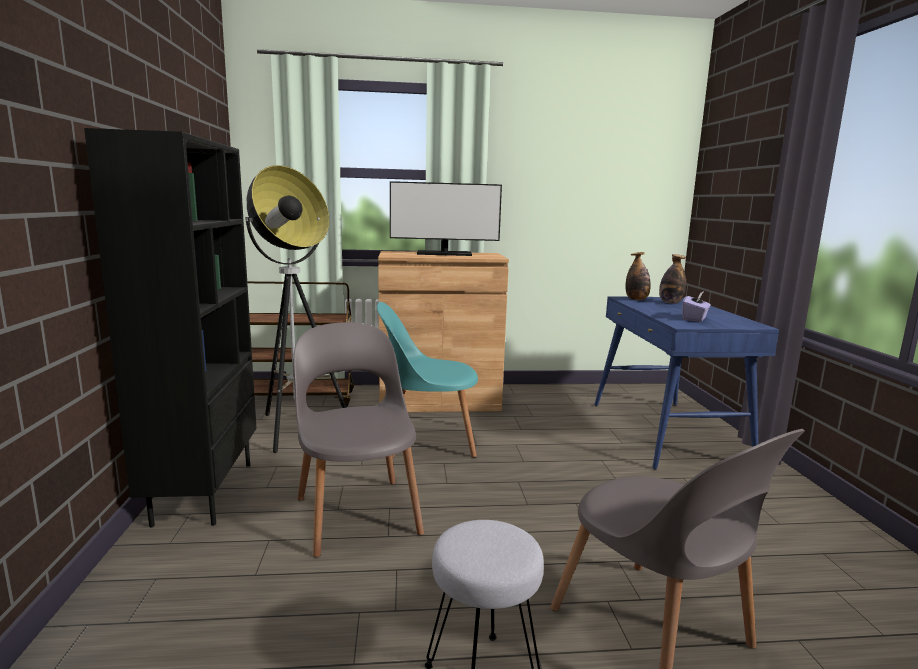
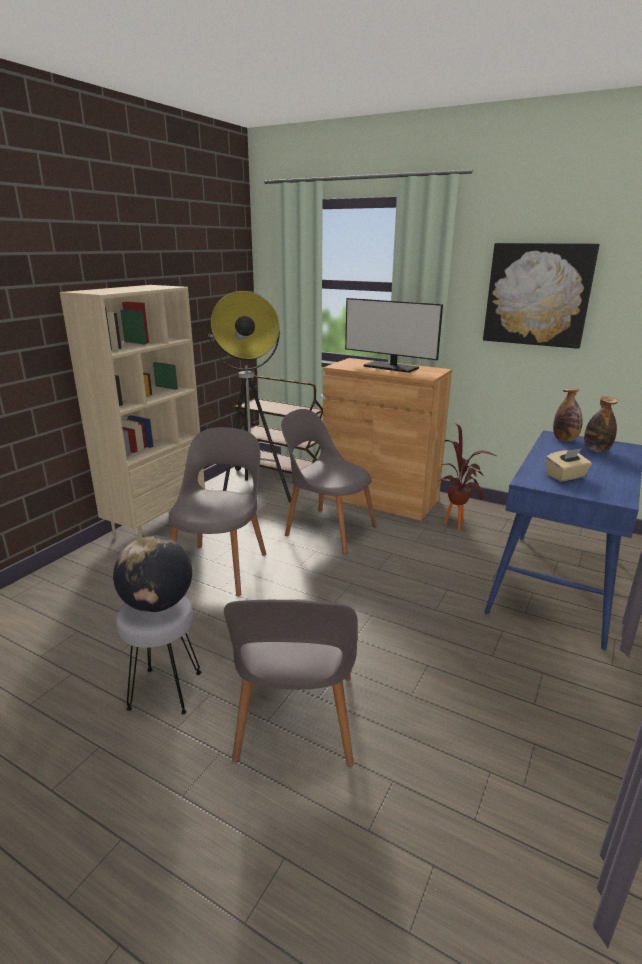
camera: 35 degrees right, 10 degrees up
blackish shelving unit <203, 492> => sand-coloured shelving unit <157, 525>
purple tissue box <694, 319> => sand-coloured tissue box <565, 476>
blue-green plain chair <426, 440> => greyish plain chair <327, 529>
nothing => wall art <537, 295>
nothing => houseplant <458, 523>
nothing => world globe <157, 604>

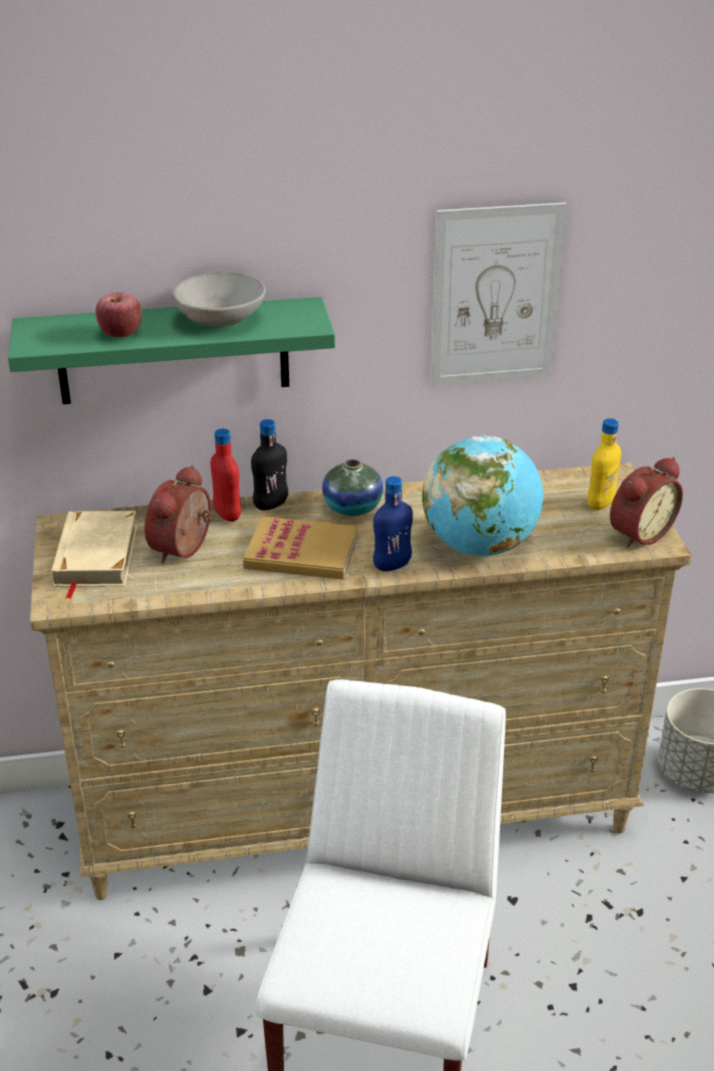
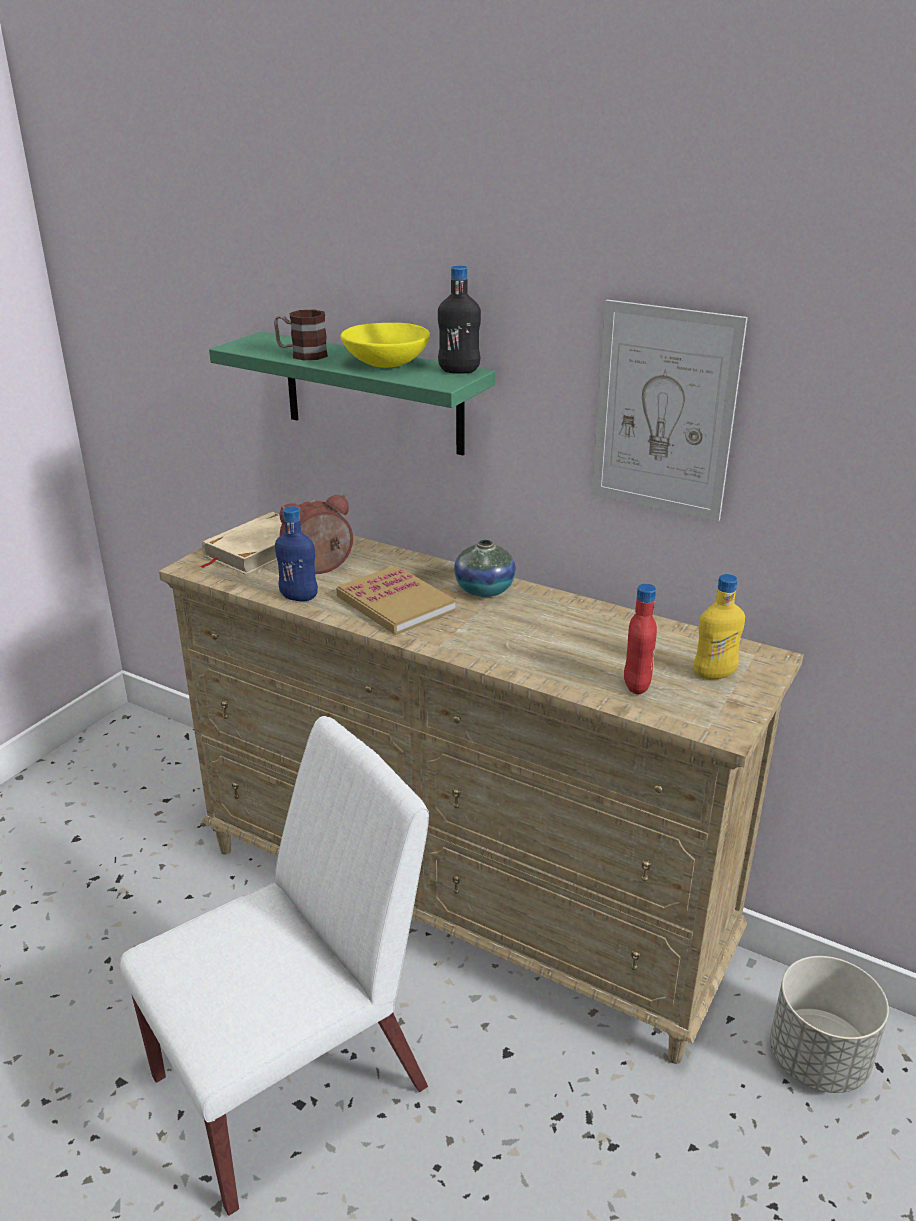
camera: 40 degrees right, 5 degrees down
greyish serving bowl <220, 320> => yellowish serving bowl <386, 364>
whole apple <121, 334> => coffee mug <302, 355>
blackish beverage bottle <270, 505> => blackish beverage bottle <459, 371>, moved
red beverage bottle <227, 515> => red beverage bottle <636, 685>, moved
world globe <480, 546> => nothing
bedside clock <638, 533> => nothing
blue beverage bottle <392, 565> => blue beverage bottle <299, 597>, moved

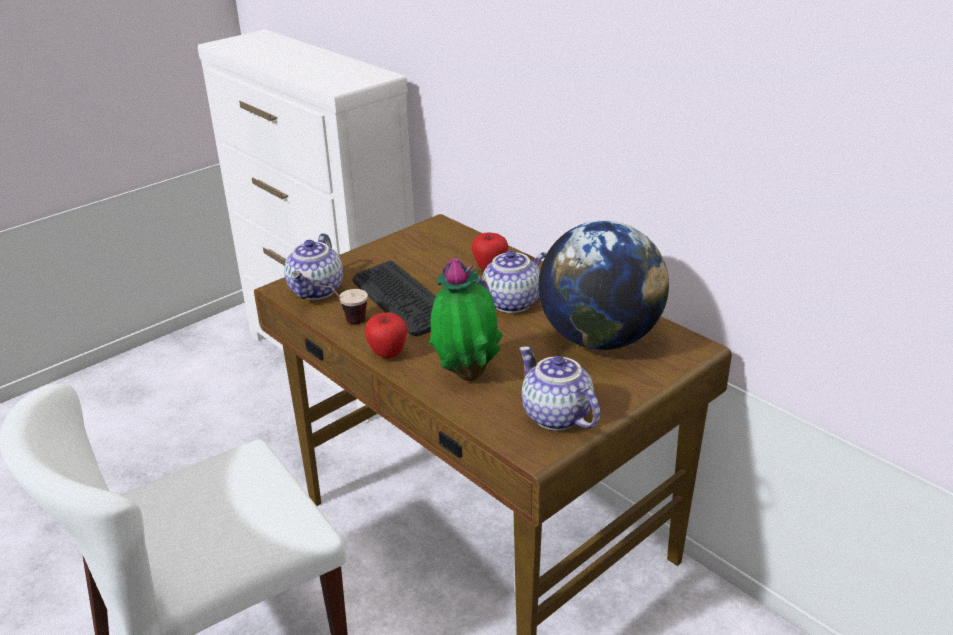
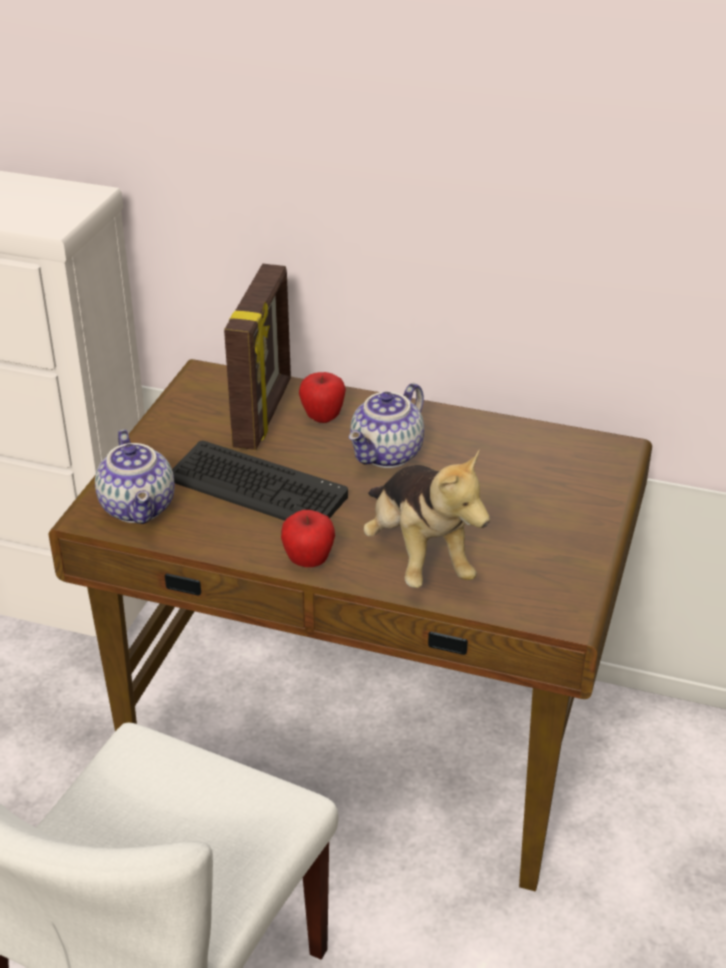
camera: 30 degrees left, 5 degrees up
world globe <599, 339> => nothing
houseplant <466, 374> => soft toy <418, 556>
cup <344, 322> => nothing
pot for tea <554, 416> => nothing
nothing => picture frame <264, 414>

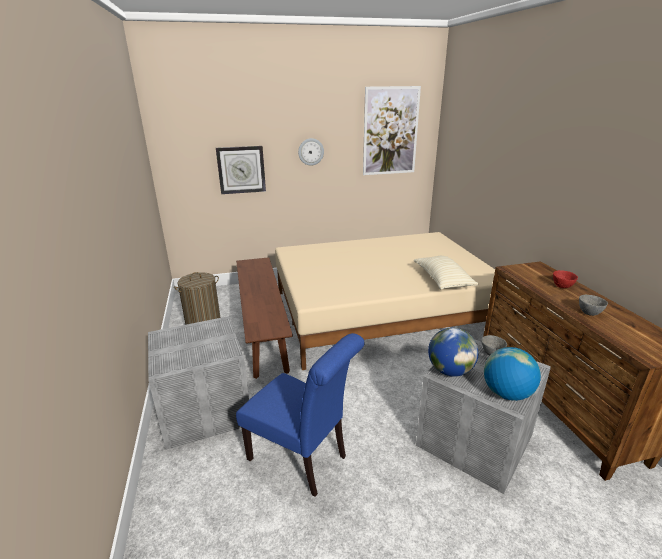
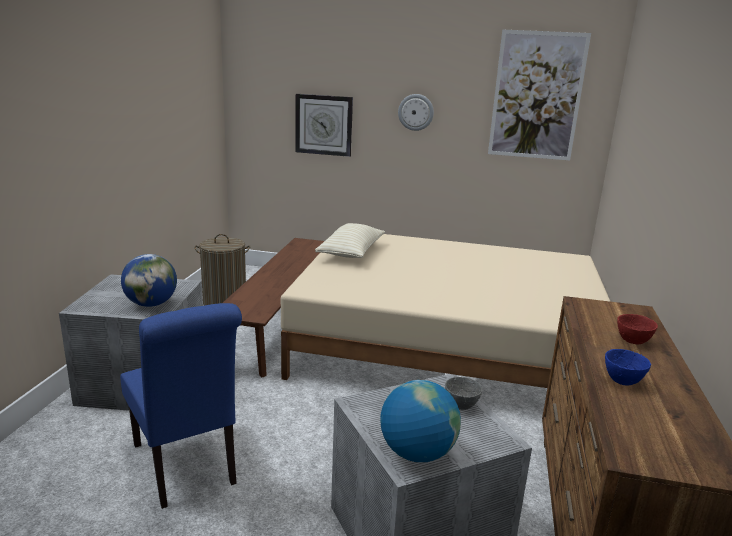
camera: 25 degrees right, 5 degrees down
sand-coloured throw pillow <443, 280> => sand-coloured throw pillow <351, 252>, moved
greyish serving bowl <588, 313> => blue serving bowl <621, 381>
world globe <450, 371> => world globe <151, 304>, moved

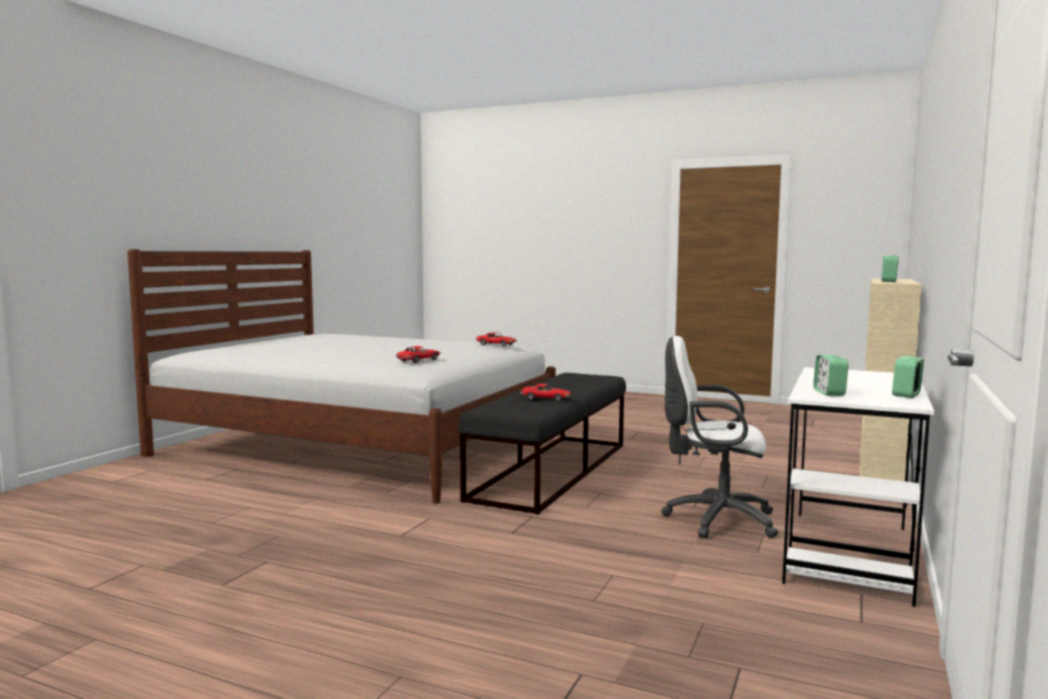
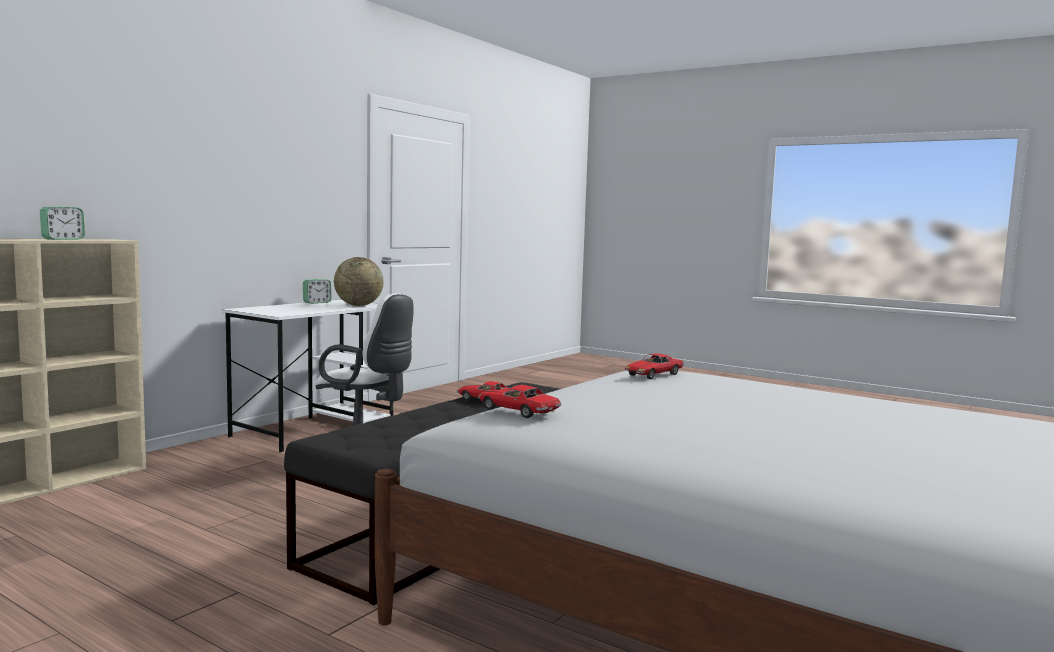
camera: 170 degrees left, 0 degrees up
bedside clock <829, 393> => world globe <358, 305>

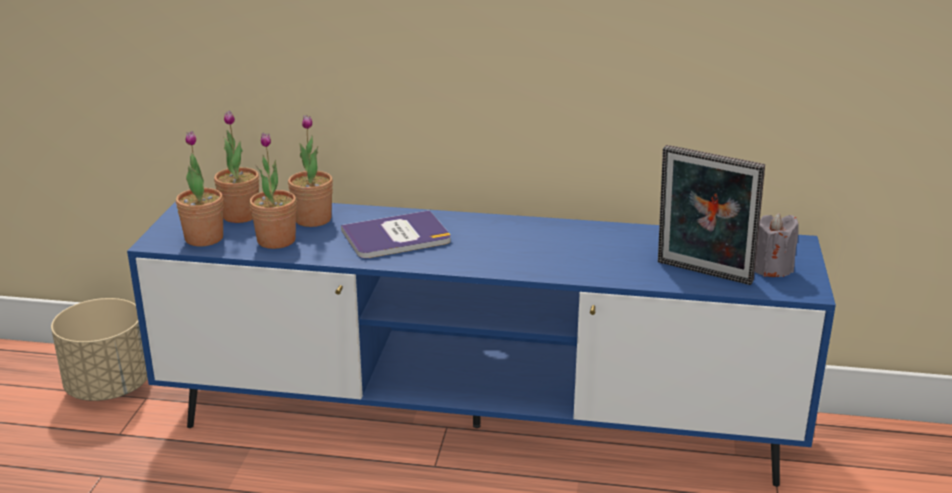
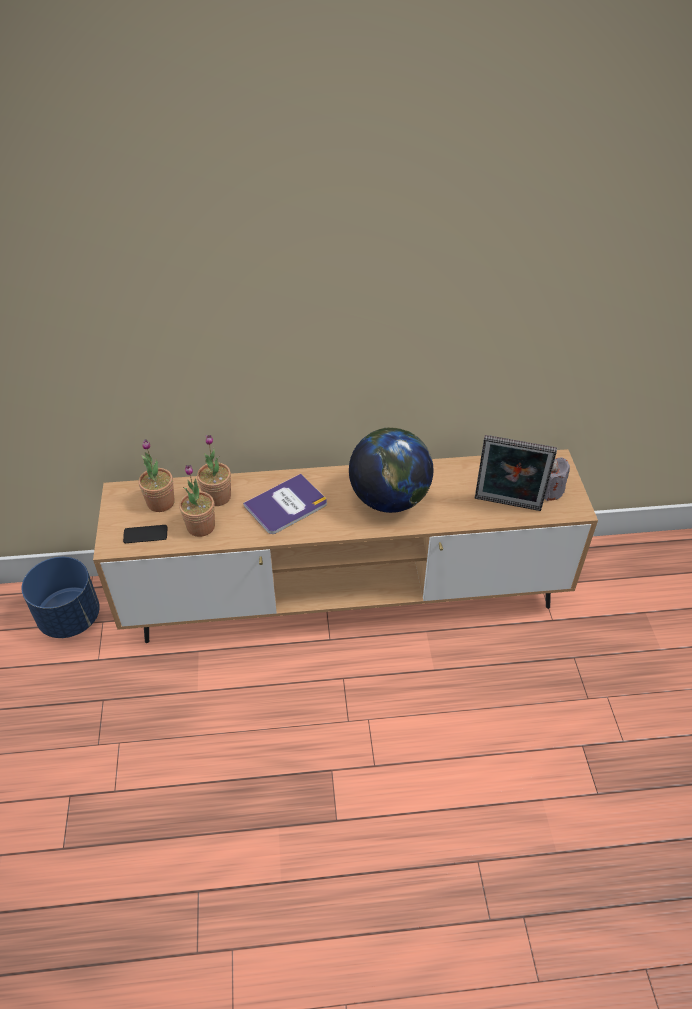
camera: 15 degrees left, 20 degrees up
houseplant <204, 238> => handset <145, 534>
blue tv stand <476, 426> => brownish tv stand <345, 598>
sand-coloured planter <109, 387> => blue planter <70, 617>
nothing => world globe <389, 499>

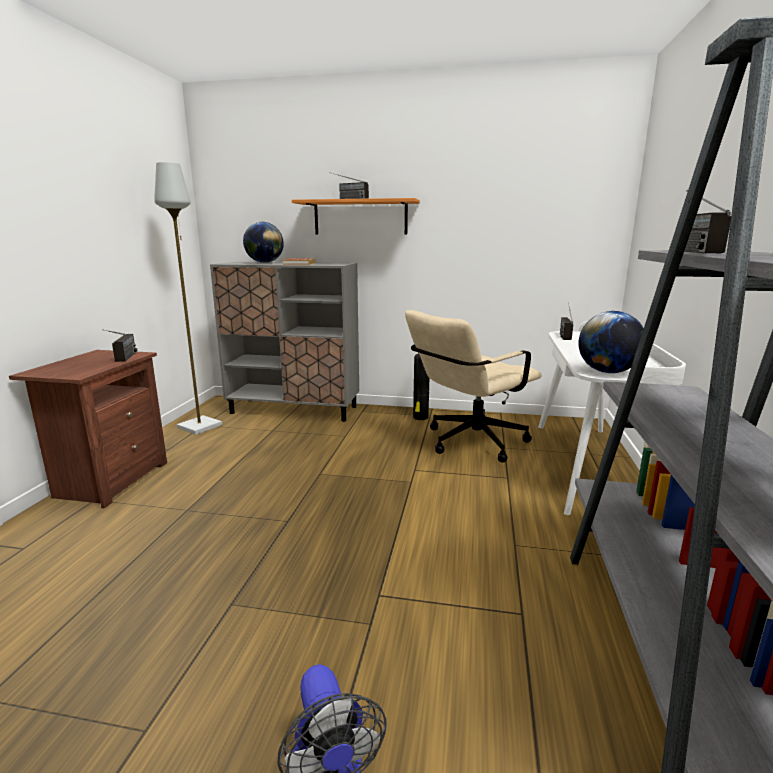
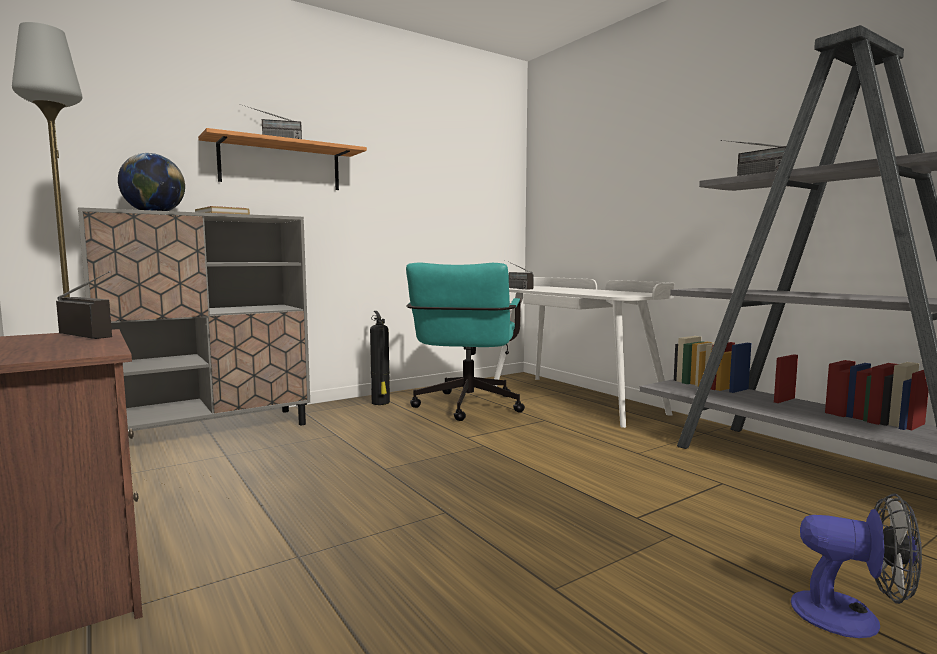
camera: 45 degrees left, 10 degrees down
sand-coloured computer chair <468, 443> => blue-green computer chair <466, 408>
world globe <607, 372> => nothing

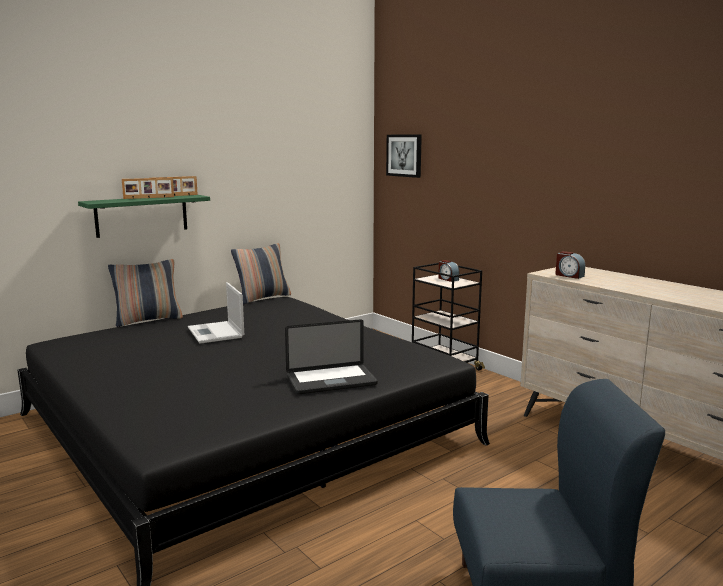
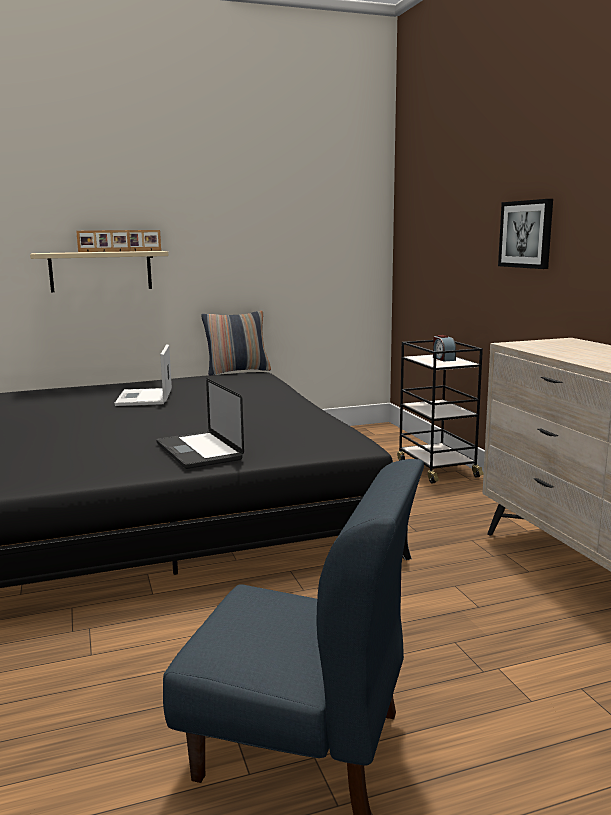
camera: 20 degrees right, 0 degrees up
wall art <404, 155> => wall art <526, 234>, moved
green-coloured bracket shelf <142, 215> => sand-coloured bracket shelf <101, 271>
bedside clock <569, 275> => nothing
throw pillow <148, 320> => nothing
notebook computer <331, 381> => notebook computer <199, 451>, 60 degrees clockwise

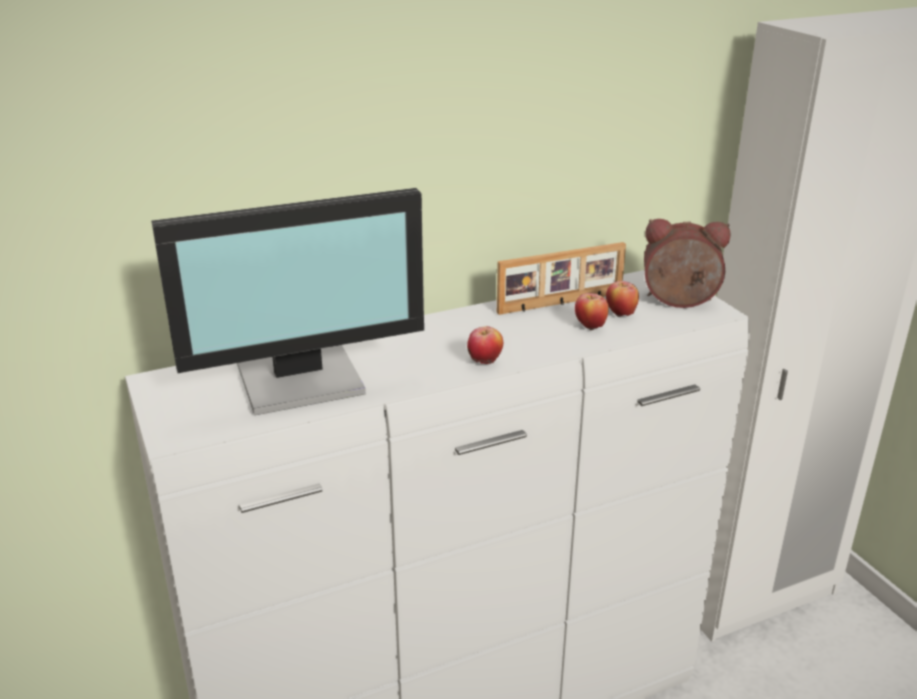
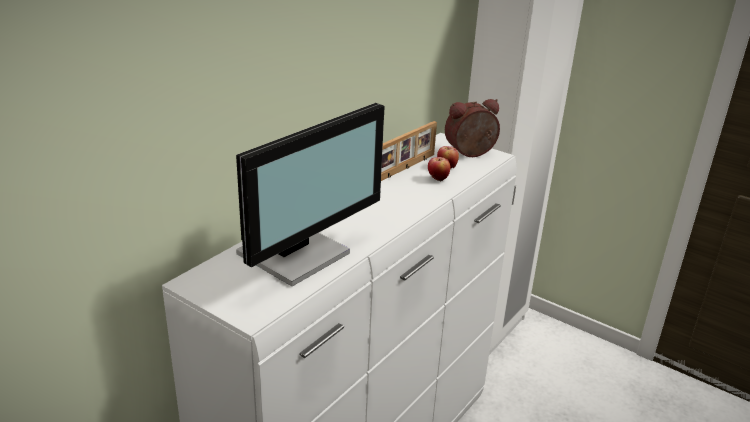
camera: 30 degrees left, 0 degrees up
whole apple <484, 362> => nothing

